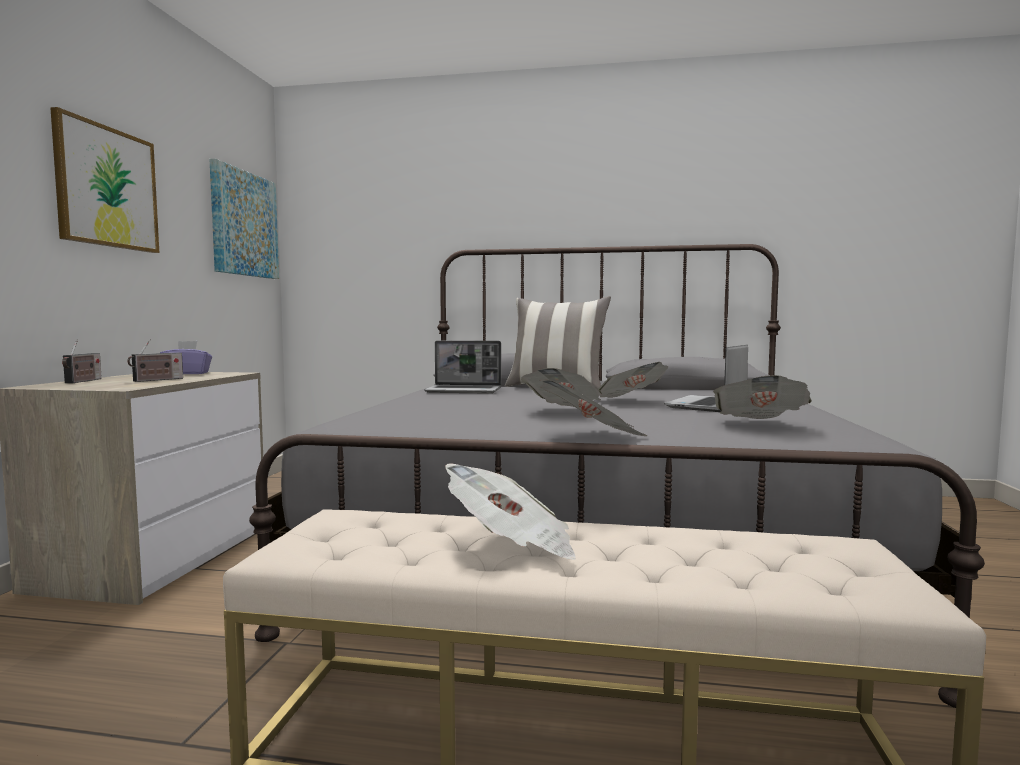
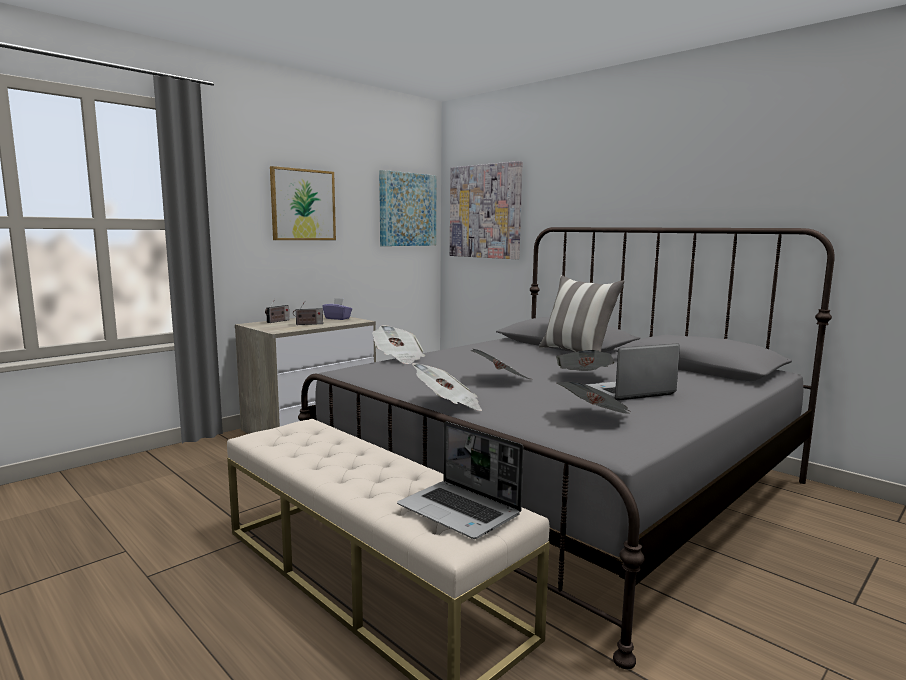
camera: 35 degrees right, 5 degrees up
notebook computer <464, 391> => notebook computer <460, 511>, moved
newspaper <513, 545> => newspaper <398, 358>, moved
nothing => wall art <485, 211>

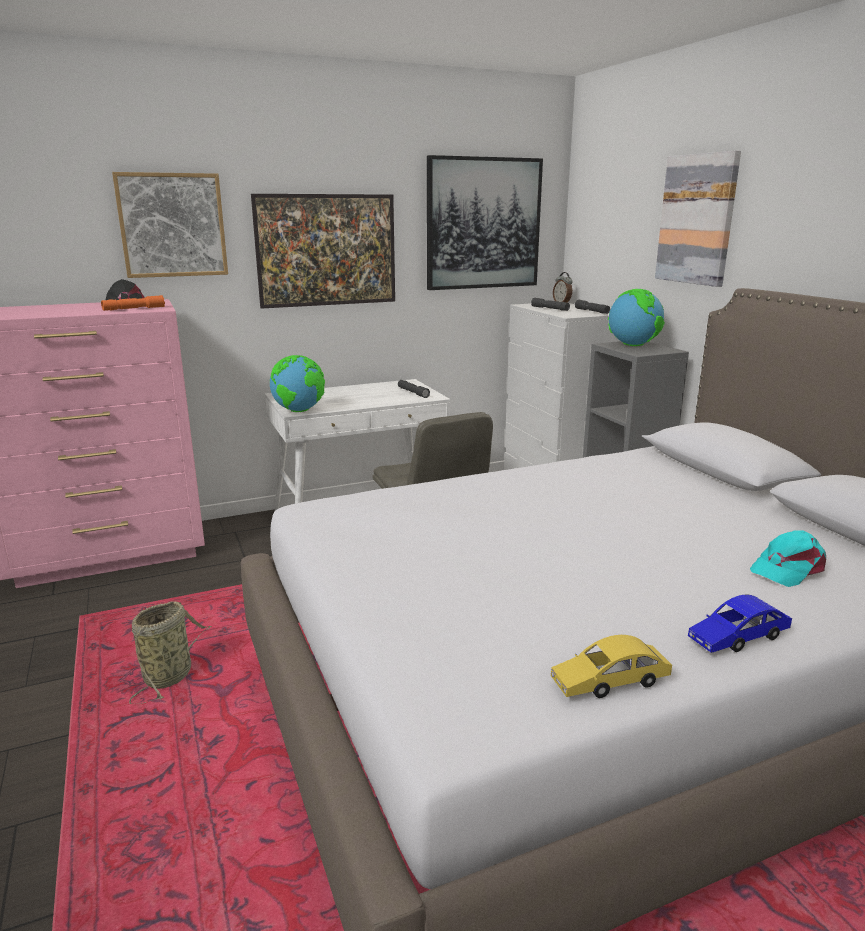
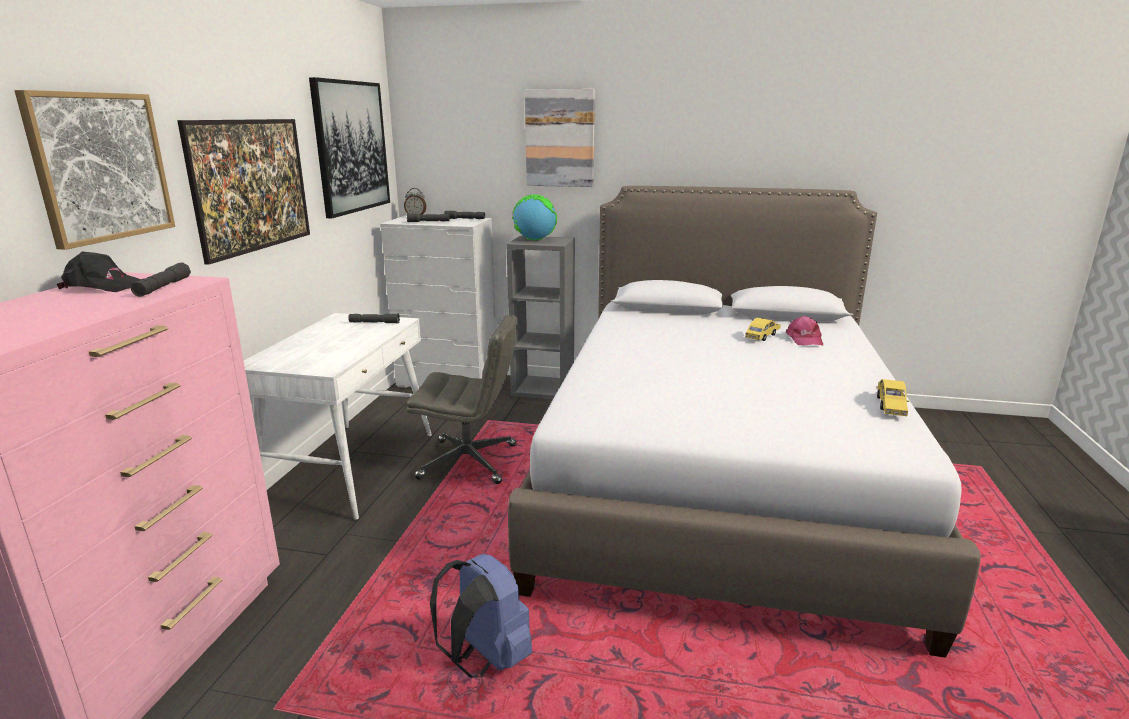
camera: 55 degrees left, 0 degrees up
orangey hand torch <134, 309> => greyish hand torch <163, 287>
world globe <299, 411> => nothing
blue-green peaked cap <787, 568> => pink-coloured peaked cap <804, 339>
blue toy car <738, 638> => nothing
basket <170, 675> => blue knapsack <485, 659>
nothing => yellowish toy car <762, 336>

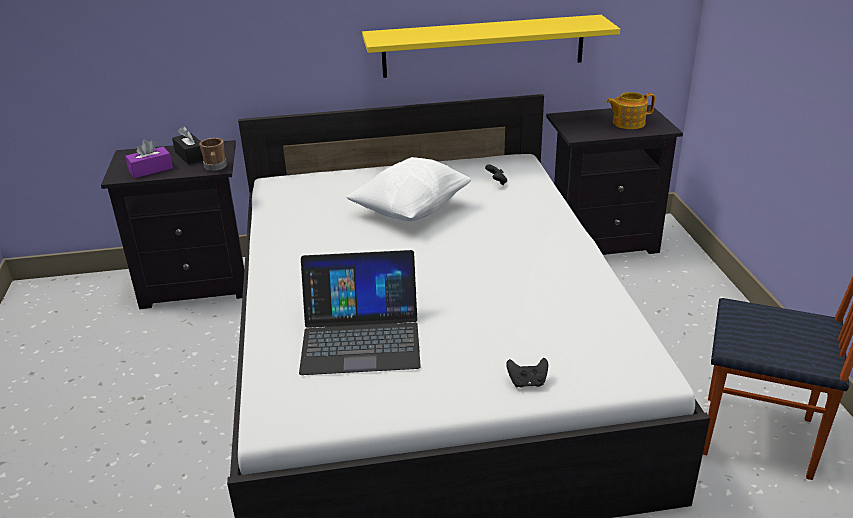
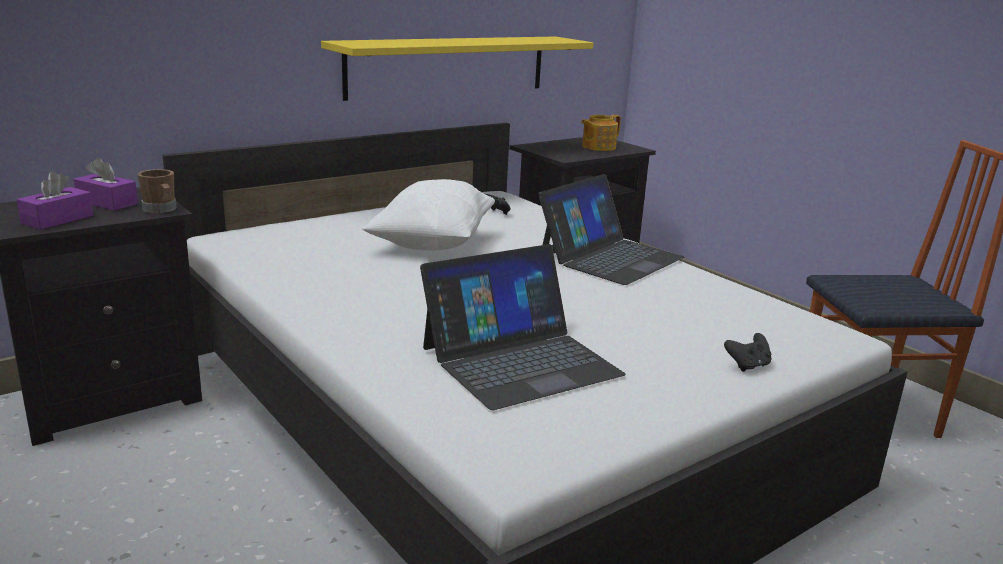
camera: 30 degrees left, 10 degrees down
blackish tissue box <191, 156> => purple tissue box <107, 203>
nothing => notebook computer <610, 257>

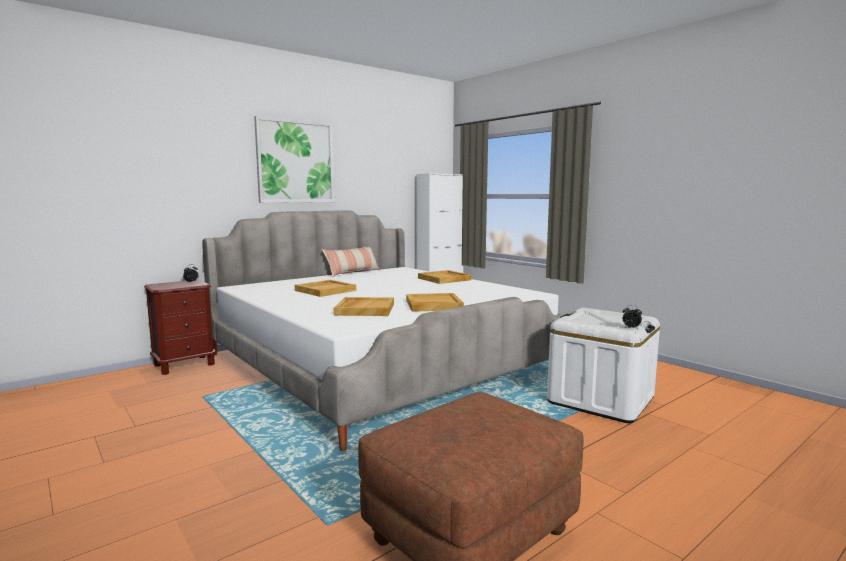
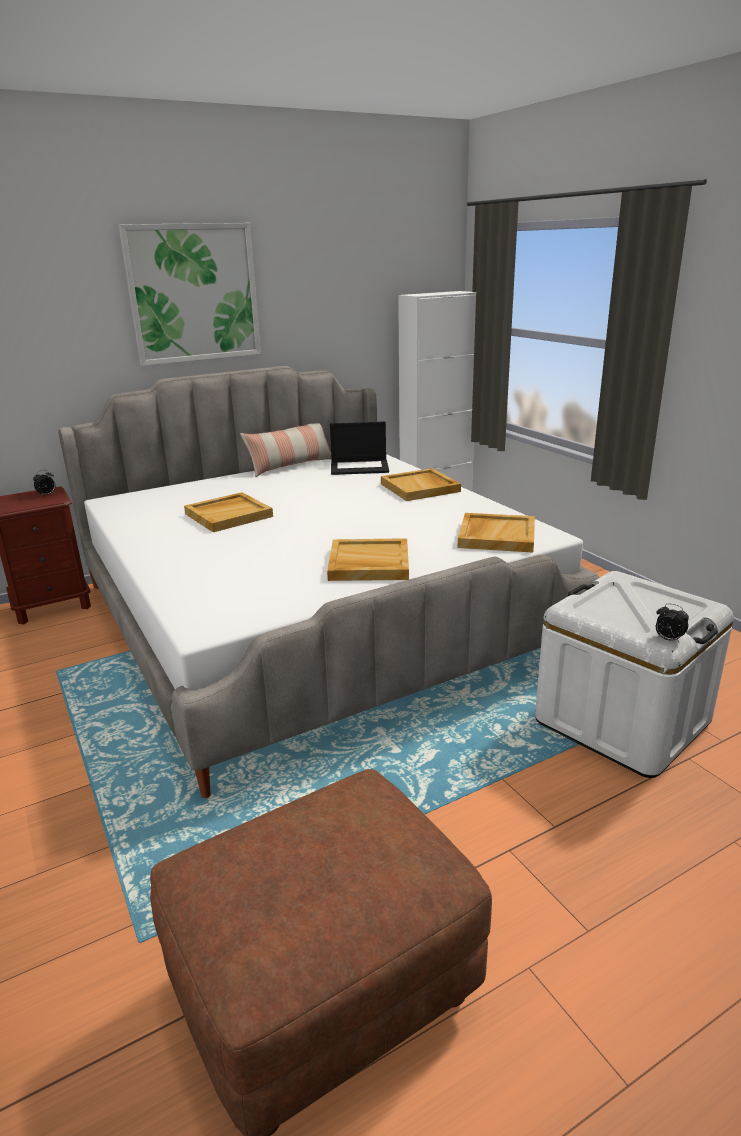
camera: 10 degrees right, 15 degrees up
sand-coloured tray <364, 309> => sand-coloured tray <496, 535>, moved
nothing => notebook computer <360, 467>

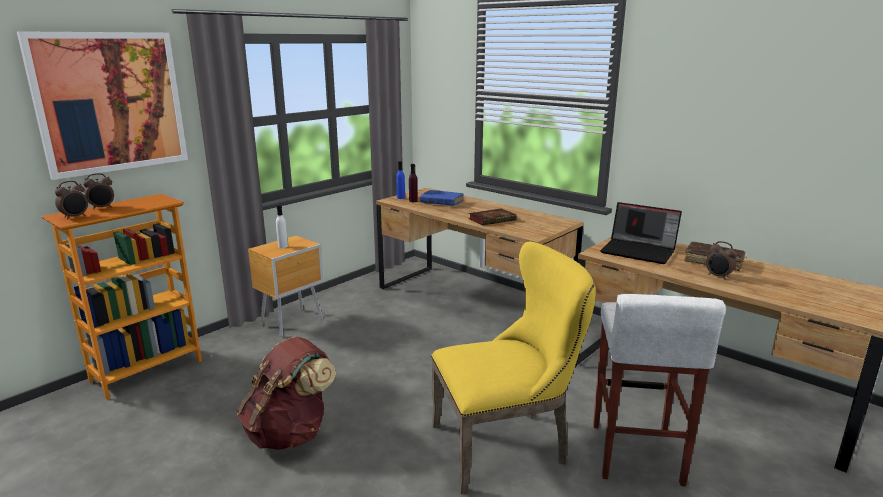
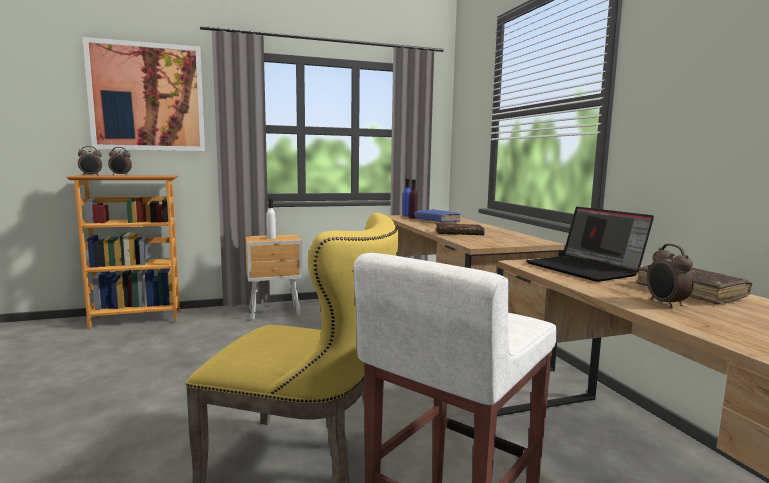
camera: 30 degrees right, 10 degrees down
brownish knapsack <290, 433> => nothing

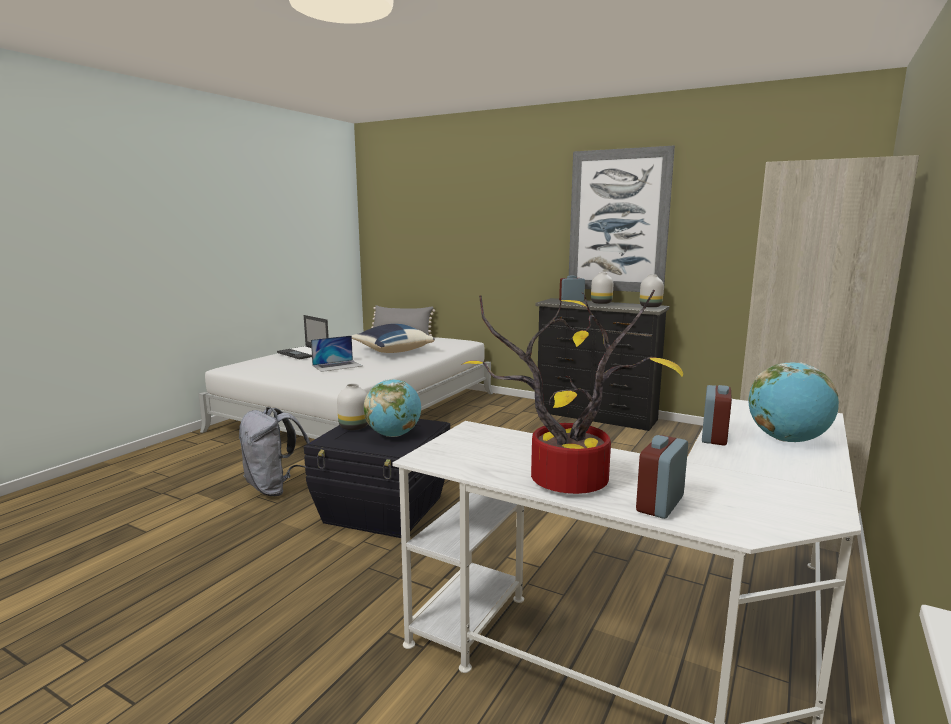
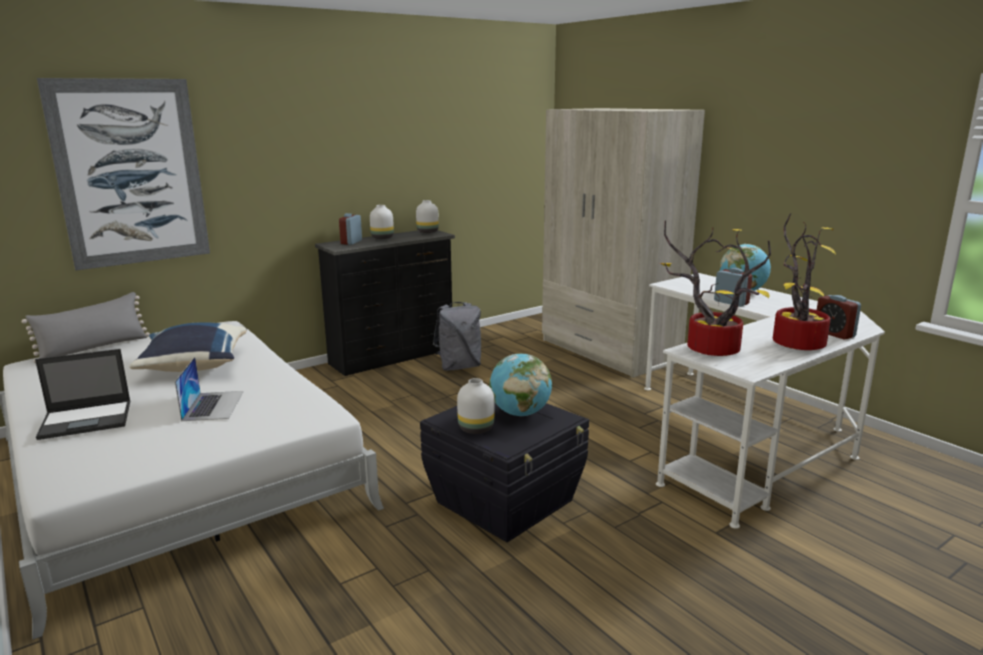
camera: 65 degrees left, 5 degrees up
wall art <618, 221> => wall art <130, 173>, moved
greyish knapsack <275, 488> => greyish knapsack <459, 366>, moved
nothing => houseplant <707, 349>

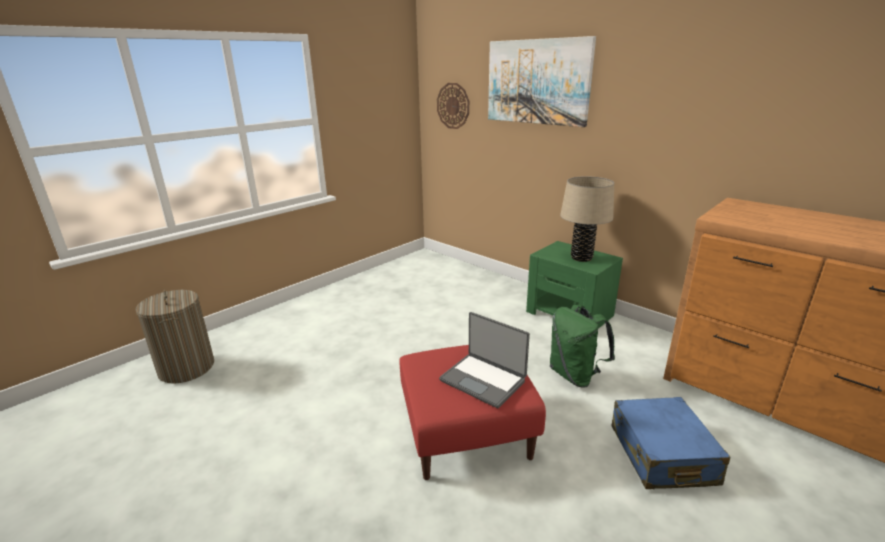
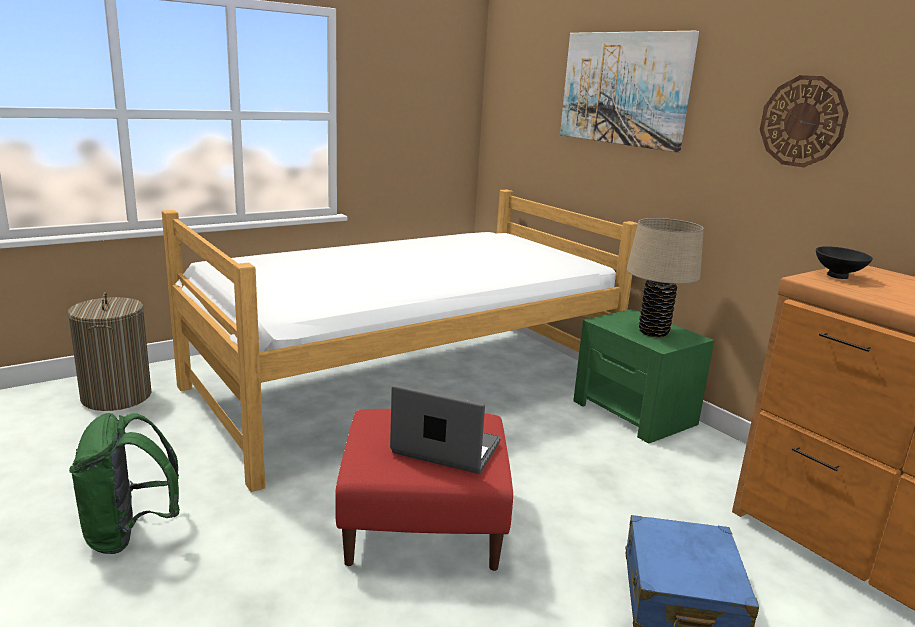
camera: 10 degrees right, 5 degrees down
wall clock <453, 106> => wall clock <802, 121>, moved
green-coloured knapsack <575, 375> => green-coloured knapsack <129, 533>, moved
notebook computer <483, 380> => notebook computer <445, 449>, 150 degrees clockwise
nothing => sleeping bed <408, 385>
nothing => blackish serving bowl <839, 276>

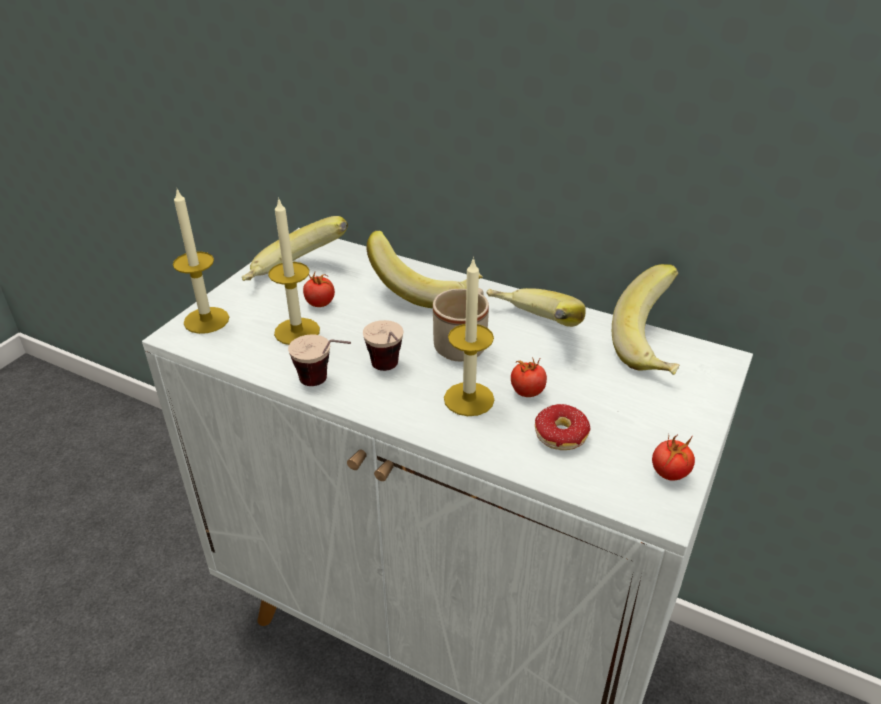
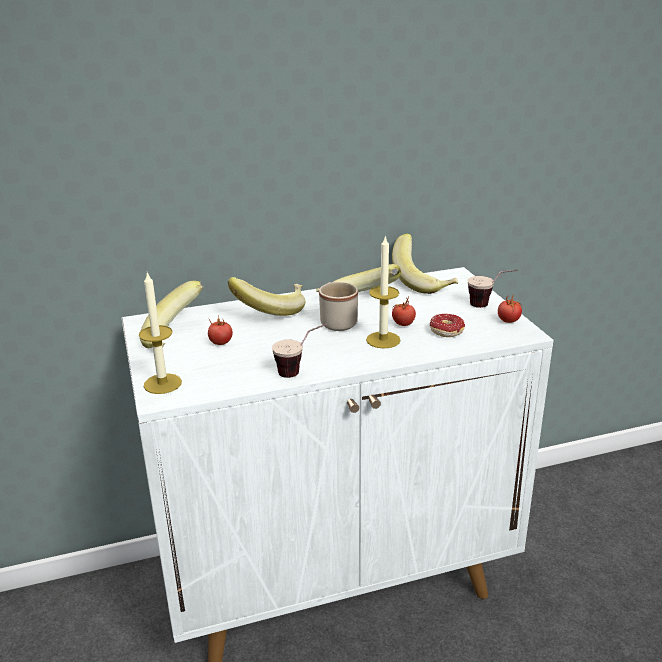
camera: 45 degrees left, 10 degrees down
candle <297, 331> => nothing
cup <389, 373> => cup <489, 306>, moved

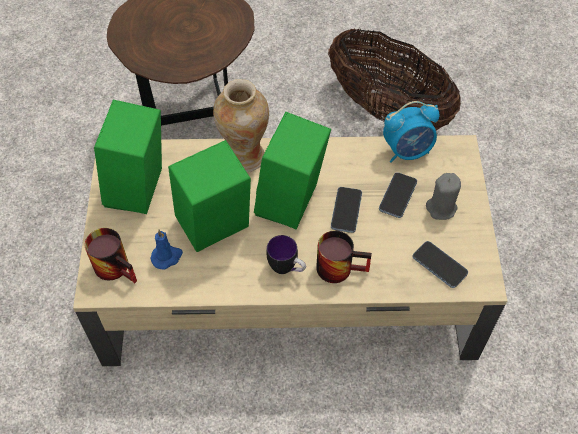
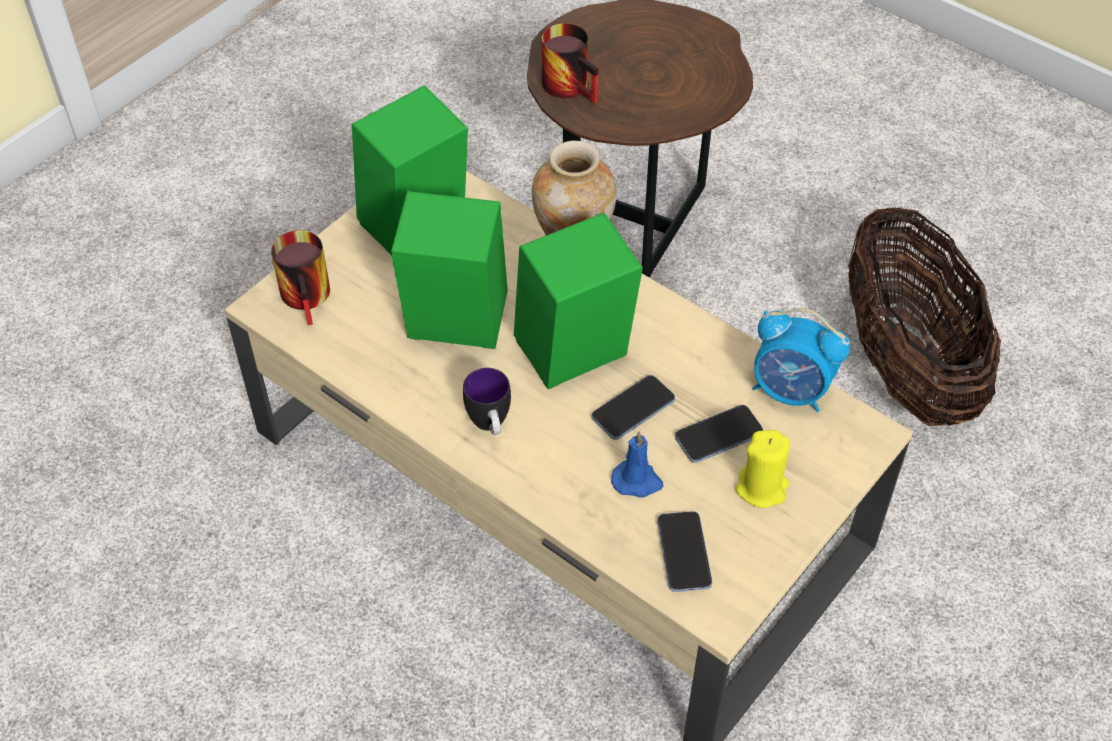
camera: 40 degrees right, 5 degrees down
greyish candle <441, 208> => yellowish candle <762, 488>
blue candle <167, 257> => blue candle <637, 481>, moved
coffee mug <340, 266> => coffee mug <573, 85>, moved

